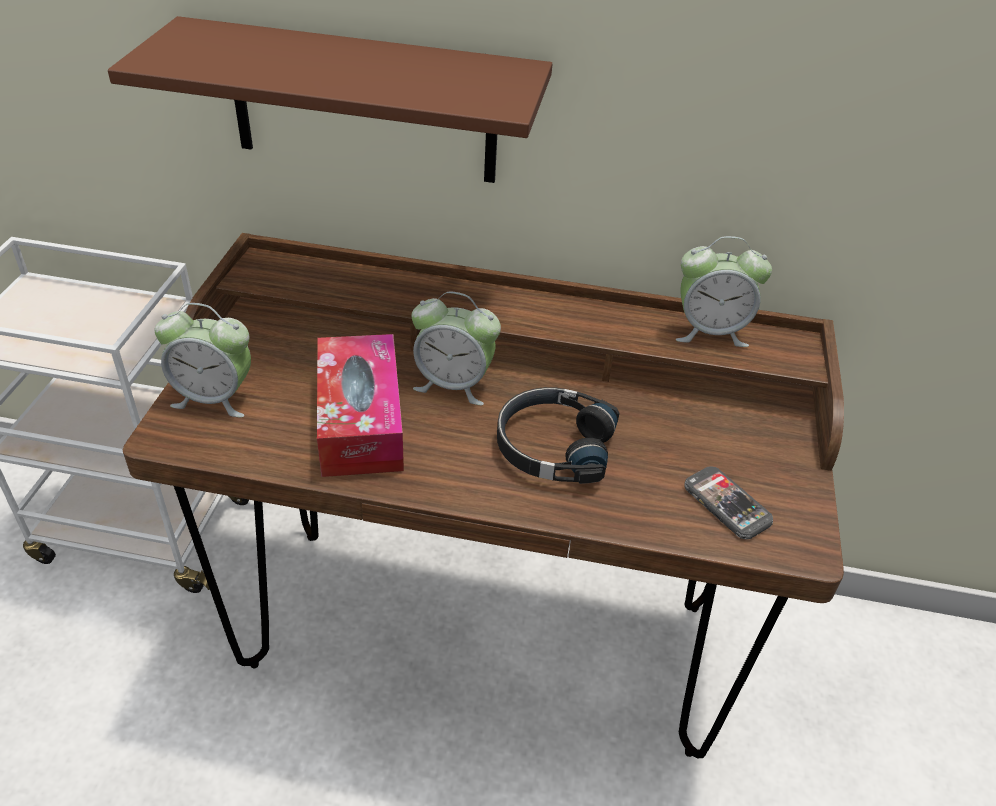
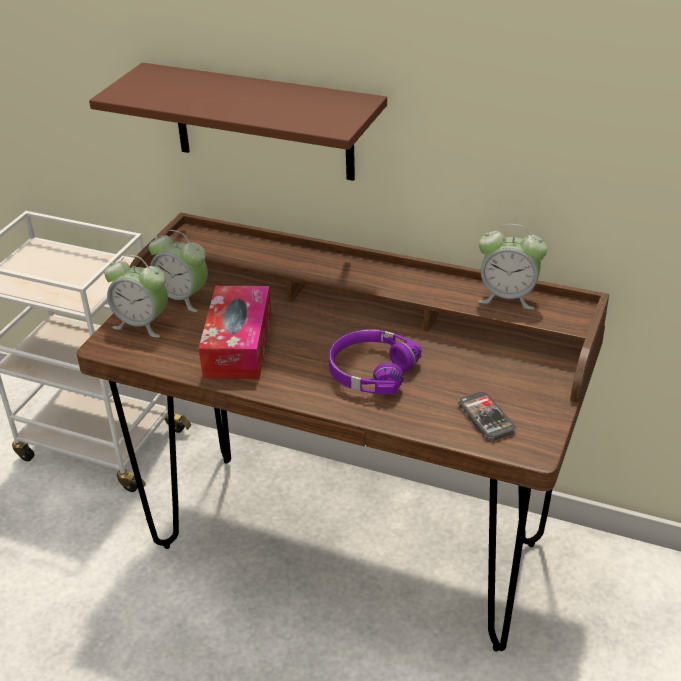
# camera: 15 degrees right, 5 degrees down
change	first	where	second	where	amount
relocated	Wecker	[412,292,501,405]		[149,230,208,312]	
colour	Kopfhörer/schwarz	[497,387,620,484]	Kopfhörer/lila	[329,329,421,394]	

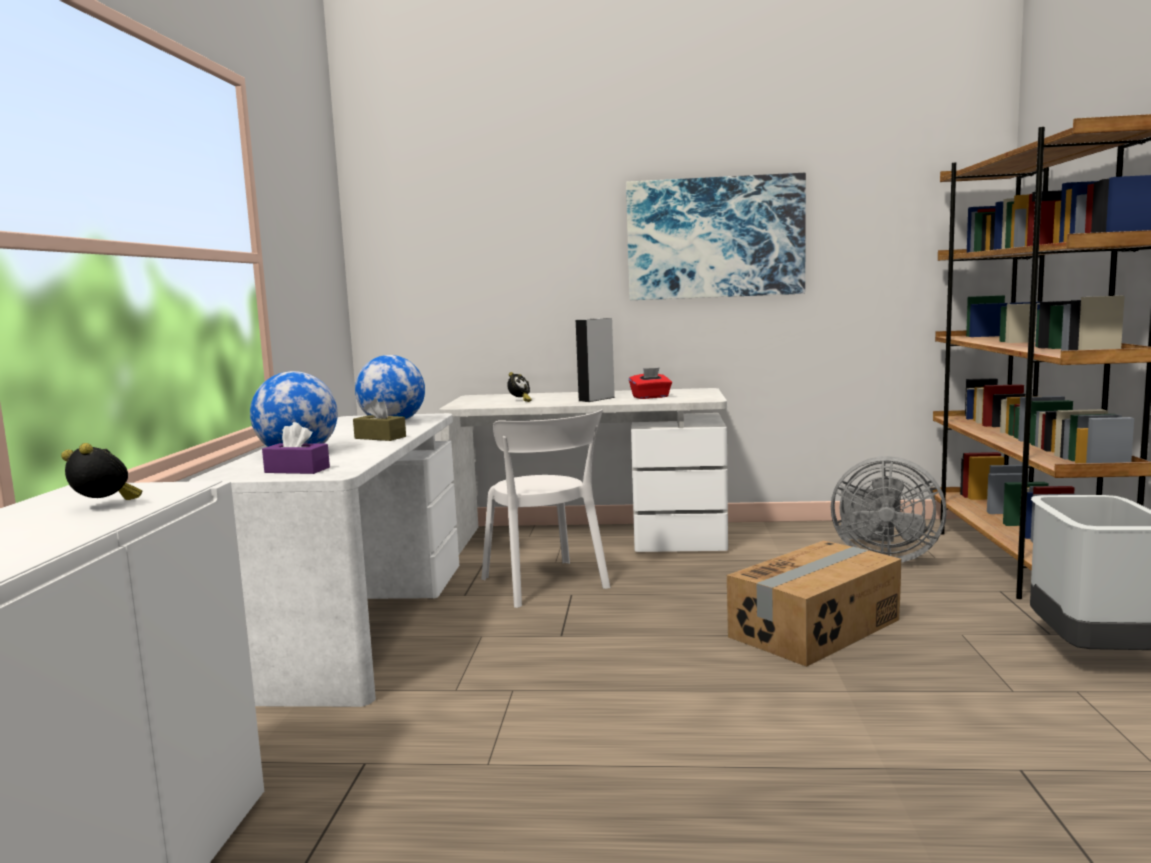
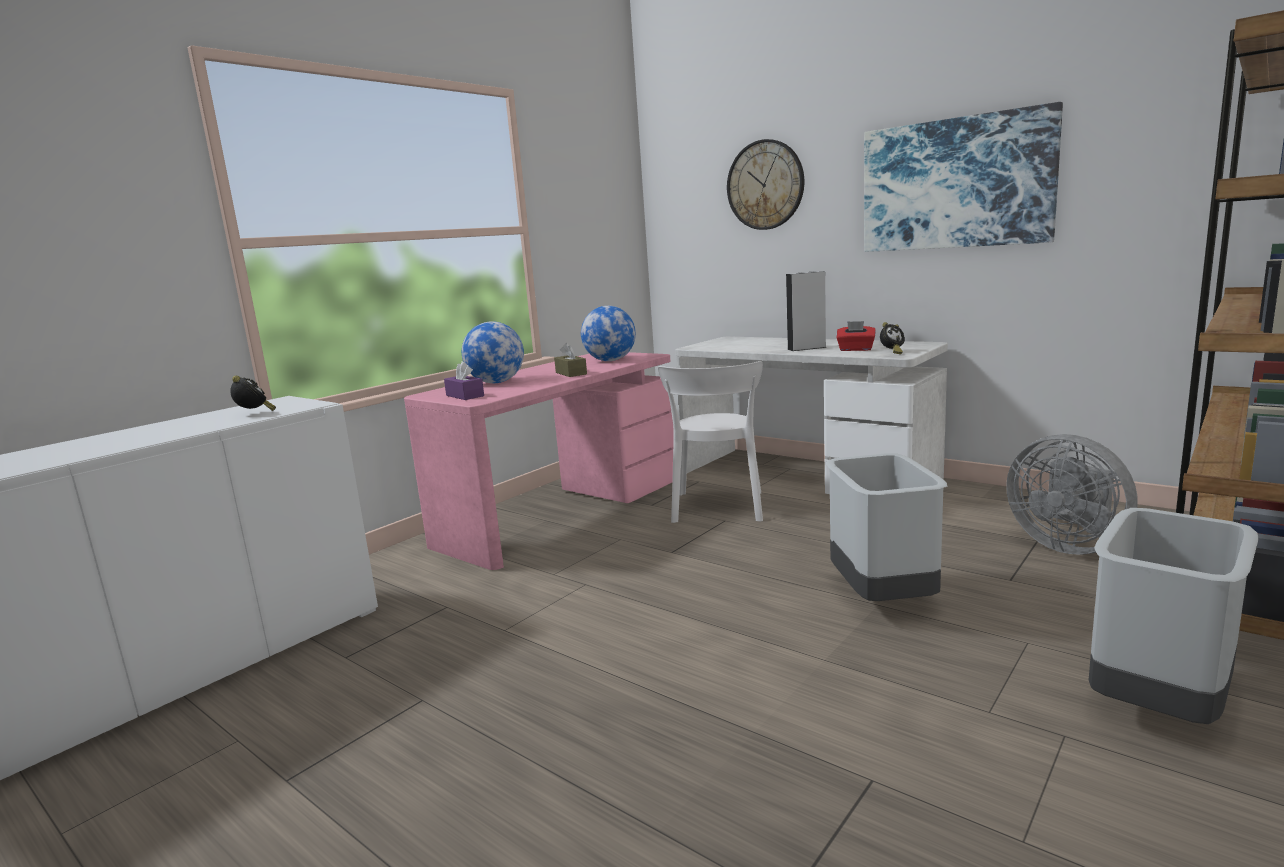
# camera: 35 degrees right, 5 degrees up
change	first	where	second	where	amount
relocated	Wecker	[507,372,532,402]		[880,322,905,354]	
colour	Schreibtisch/weiß	[189,413,459,707]	Schreibtisch/rosa	[404,352,674,570]	
exchanged	Karton	[727,541,901,667]	Mülleimer/grau	[826,453,947,601]	
appeared			Wanduhr	[727,139,804,230]	

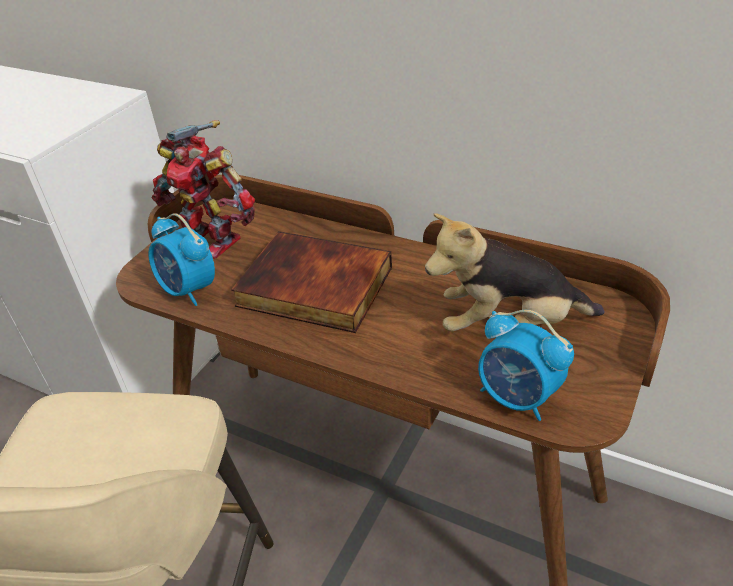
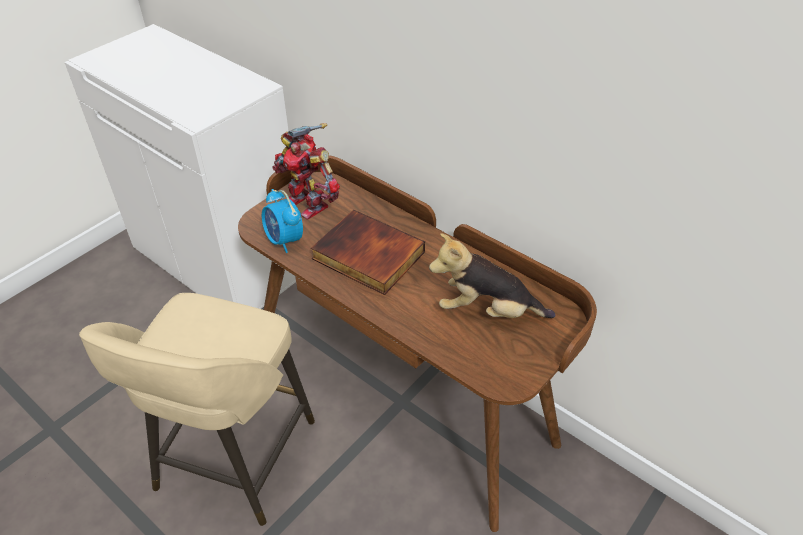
# camera: 10 degrees right, 5 degrees up
change	first	where	second	where	amount
missing	Wecker	[478,310,574,421]			

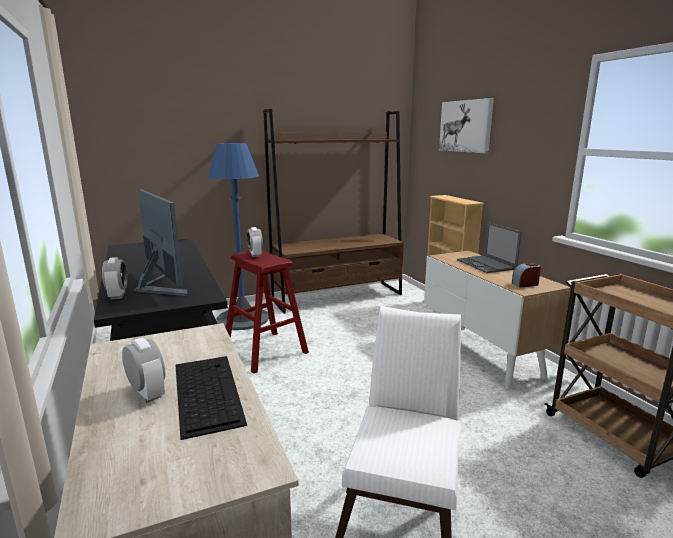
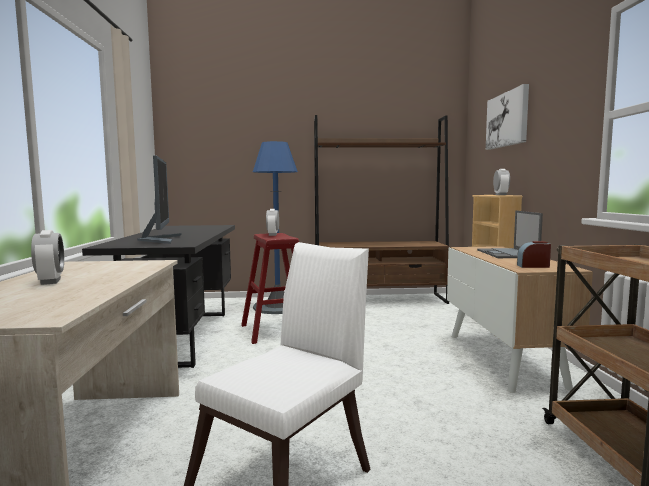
# camera: 20 degrees right, 10 degrees down
change	first	where	second	where	amount
relocated	Wecker	[102,257,127,300]		[493,169,510,195]	
missing	Tastatur	[175,356,247,440]			

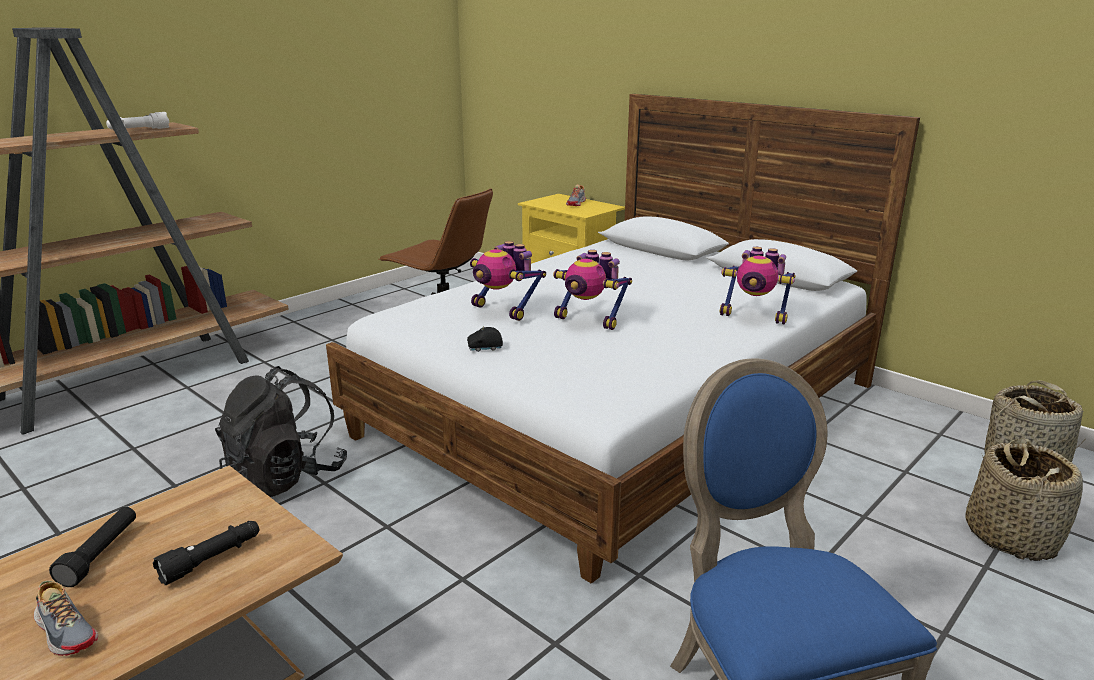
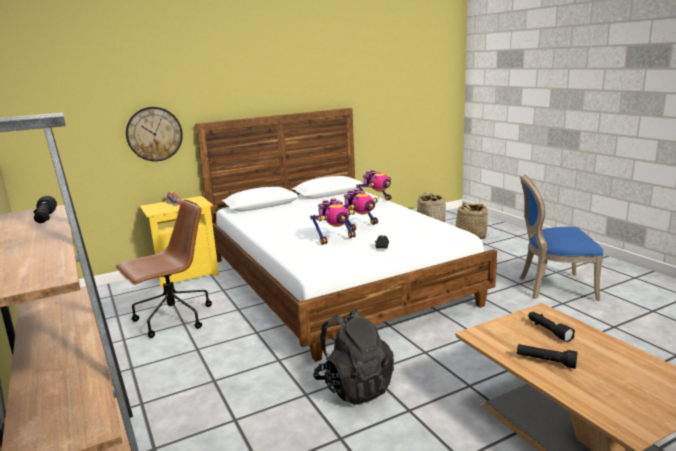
# camera: 70 degrees left, 5 degrees down
change	first	where	second	where	amount
colour	Taschenlampe/weiß	[106,112,170,129]	Taschenlampe/schwarz	[34,196,57,223]	
missing	Schuh	[34,581,98,656]			
appeared			Wanduhr	[126,107,183,162]	

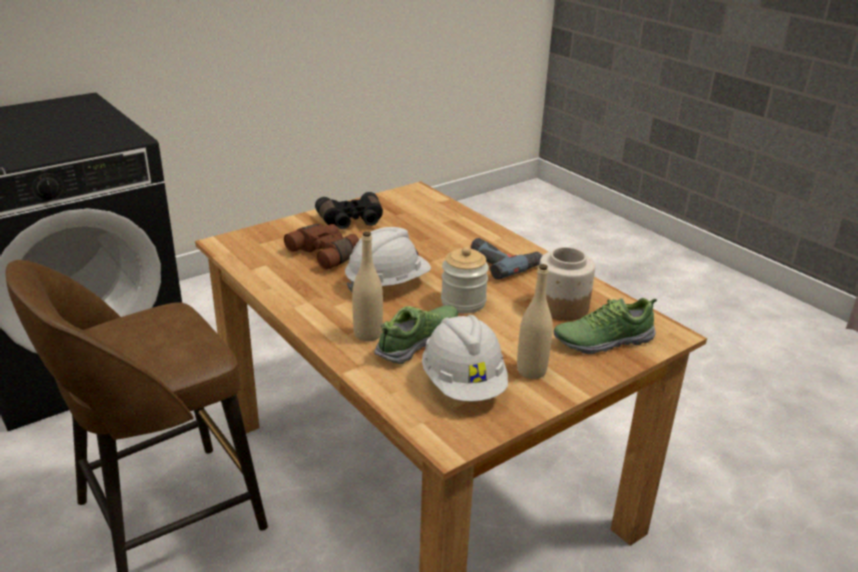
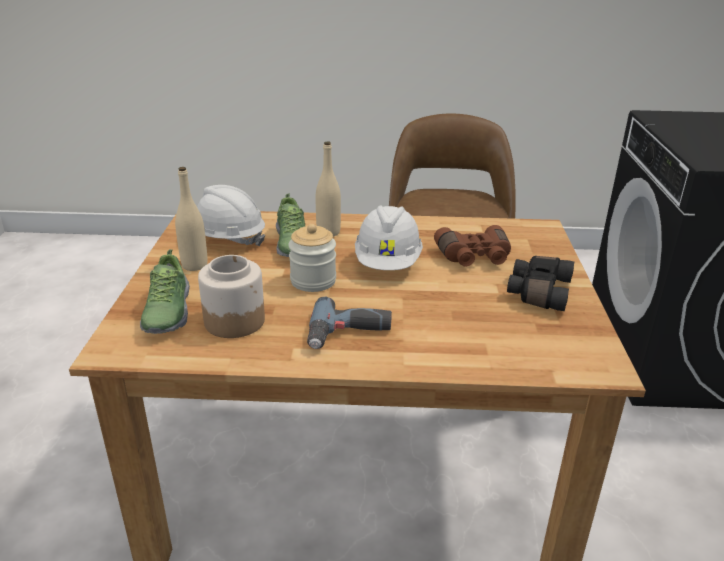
# camera: 130 degrees right, 0 degrees up
change	first	where	second	where	amount
spun	Schuh	[554,298,657,354]		[140,249,190,334]	150 degrees clockwise

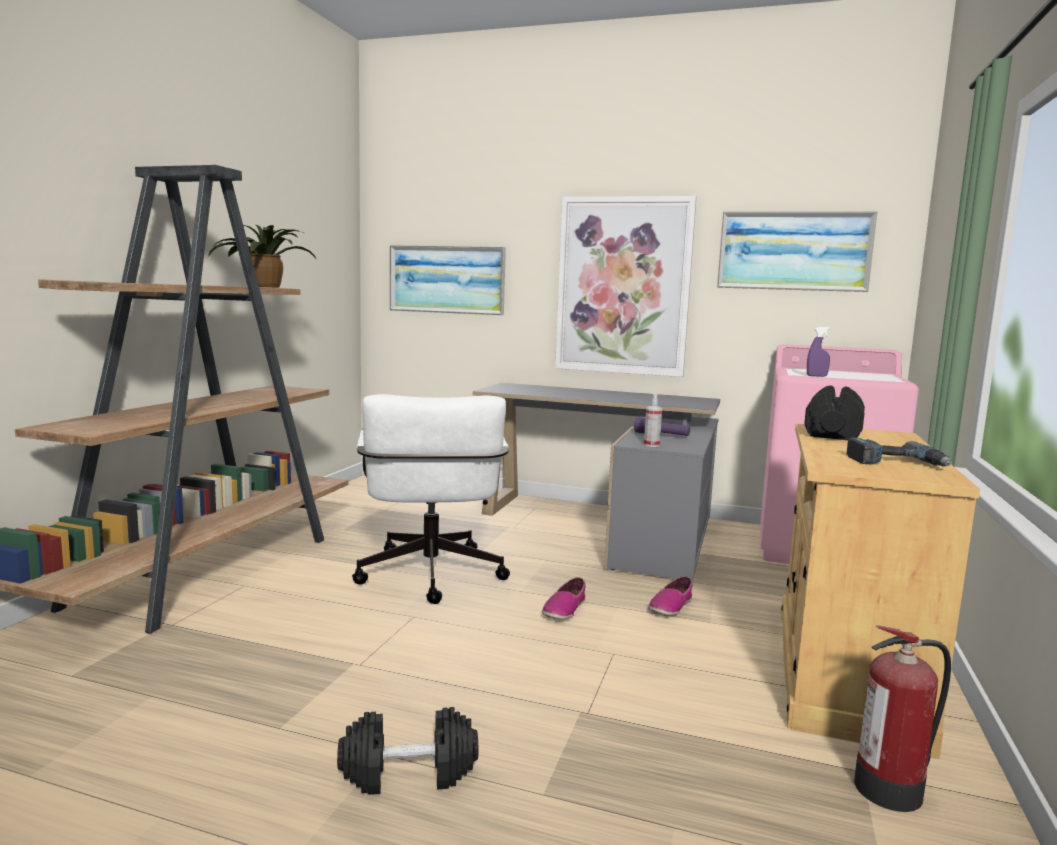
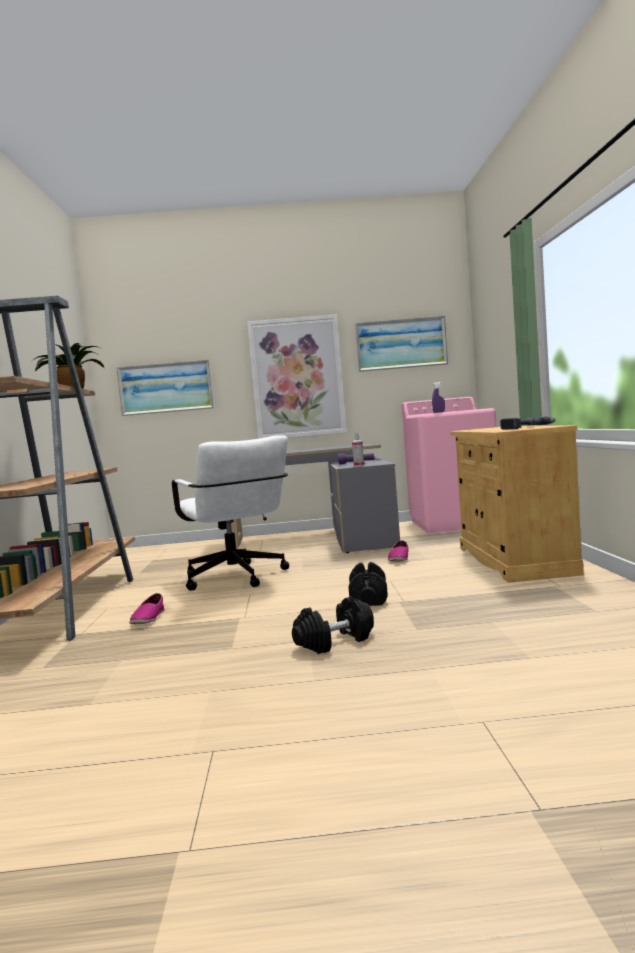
# camera: 20 degrees left, 5 degrees down
change	first	where	second	where	amount
relocated	Hantel/schwarz	[804,385,865,440]		[349,562,388,606]	
relocated	Schuh	[542,577,586,619]		[129,593,164,624]	
missing	Feuerlöscher	[854,625,951,812]			

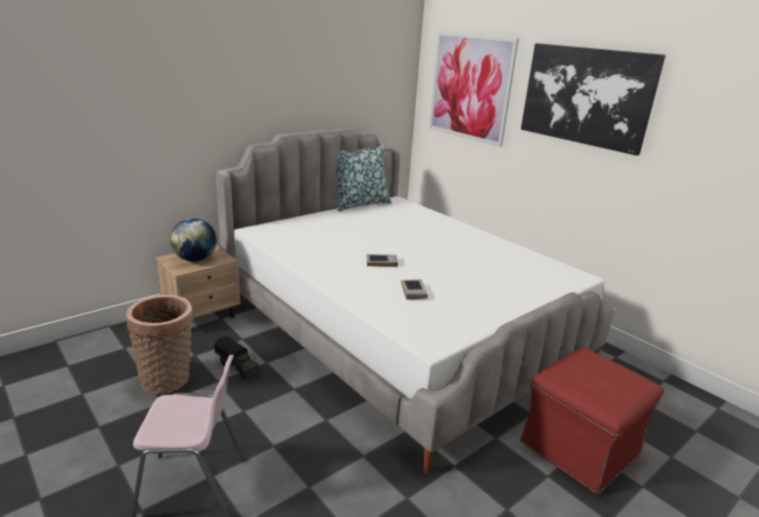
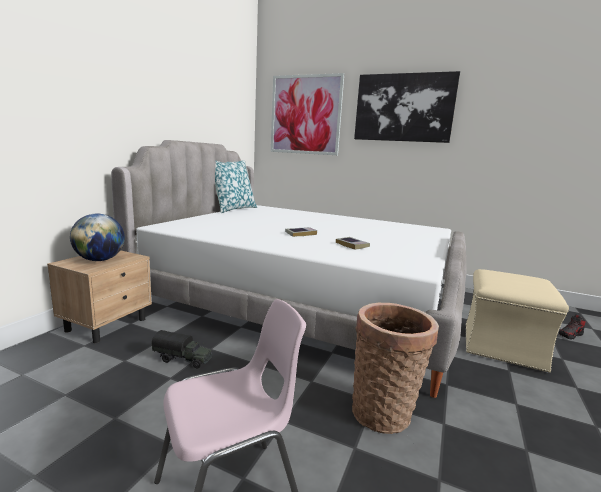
# camera: 25 degrees left, 10 degrees down
change	first	where	second	where	amount
relocated	Korb	[126,295,193,394]		[352,303,439,434]	
colour	Polsterhocker/rot	[520,347,664,495]	Polsterhocker/beige	[466,269,569,373]	
appeared			Schuh	[559,314,586,340]	

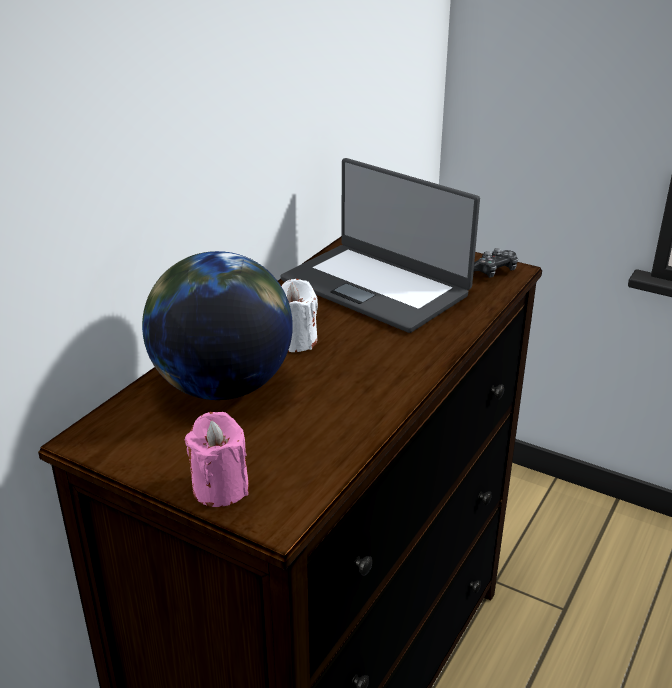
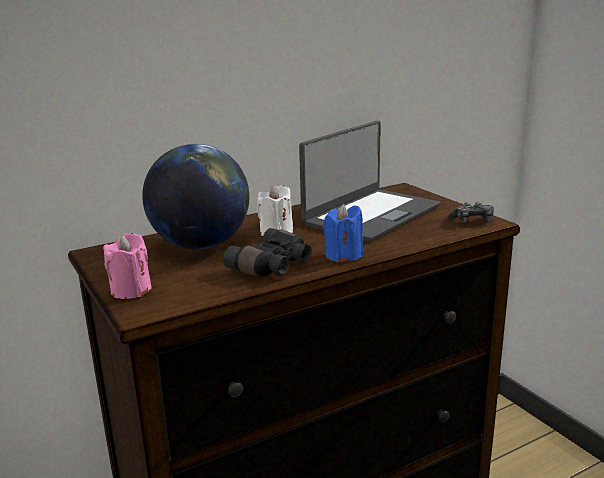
# camera: 30 degrees right, 10 degrees down
change	first	where	second	where	amount
spun	Laptop	[280,158,480,333]		[299,121,440,242]	120 degrees counterclockwise
appeared			Kerze/blau	[323,204,363,262]	
appeared			Fernglas/schwarz	[223,228,312,277]	

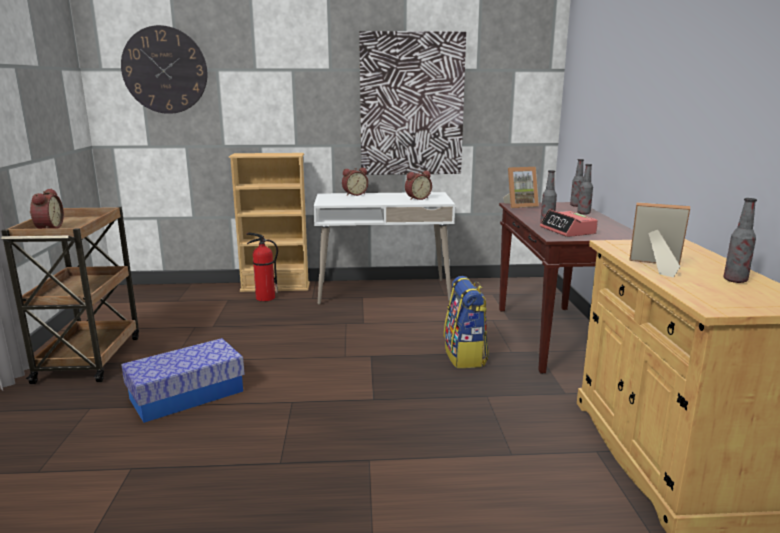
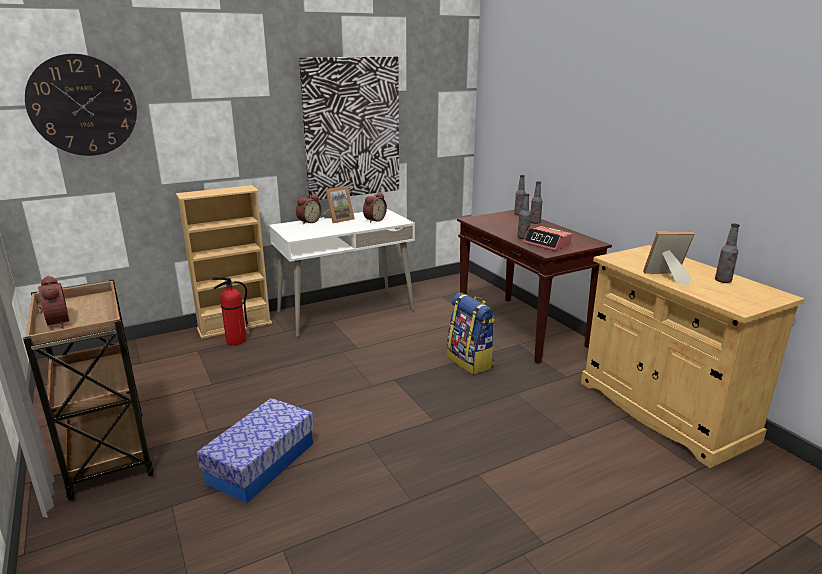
# camera: 25 degrees left, 5 degrees up
change	first	where	second	where	amount
relocated	Bilderrahmen	[503,167,539,208]		[324,186,355,223]	

